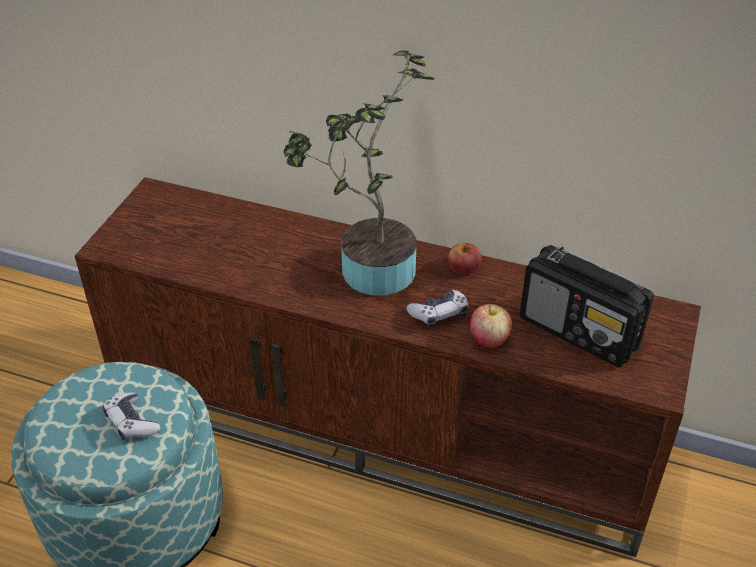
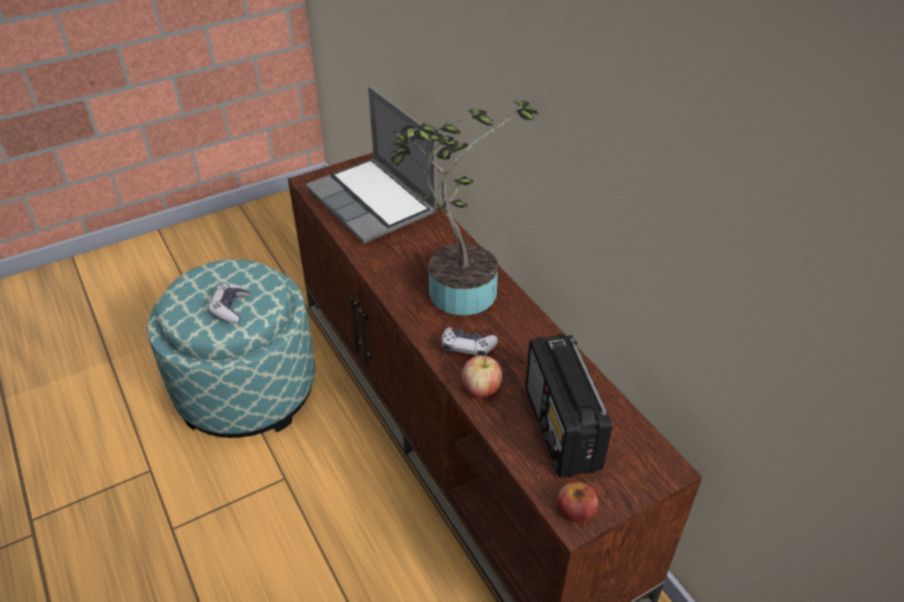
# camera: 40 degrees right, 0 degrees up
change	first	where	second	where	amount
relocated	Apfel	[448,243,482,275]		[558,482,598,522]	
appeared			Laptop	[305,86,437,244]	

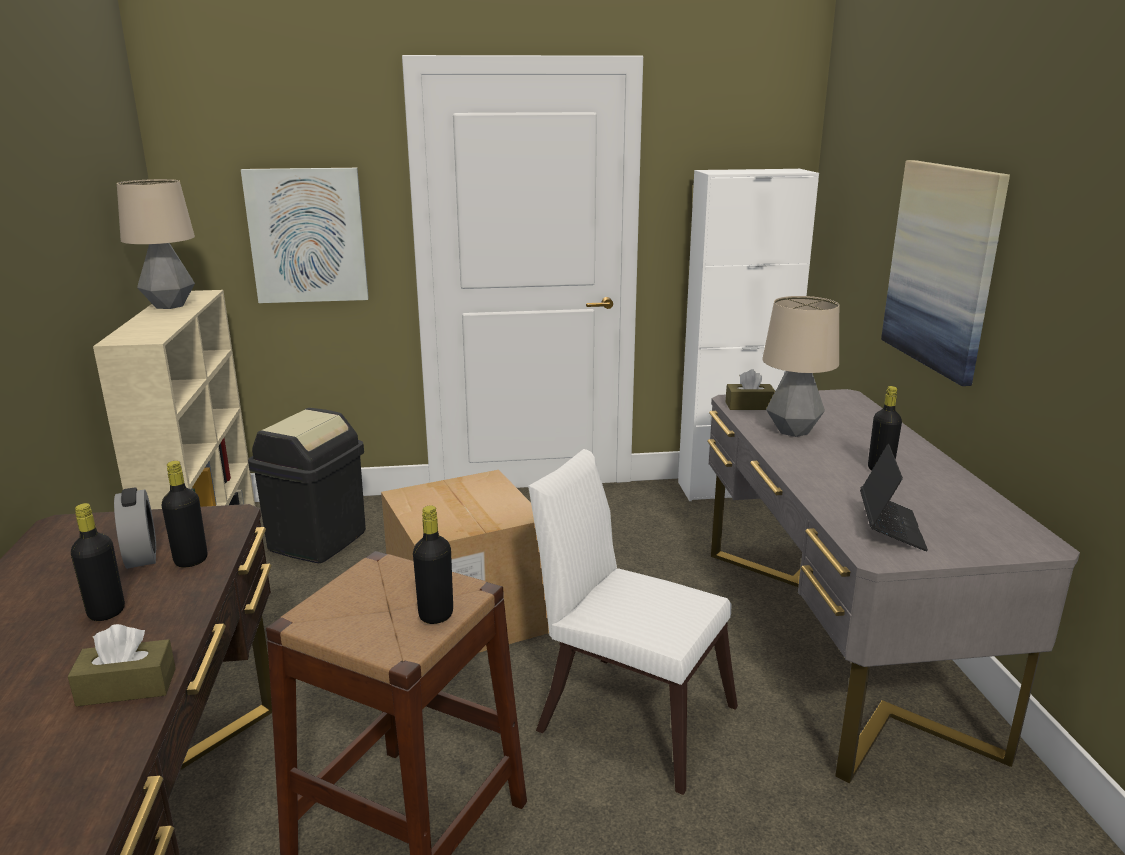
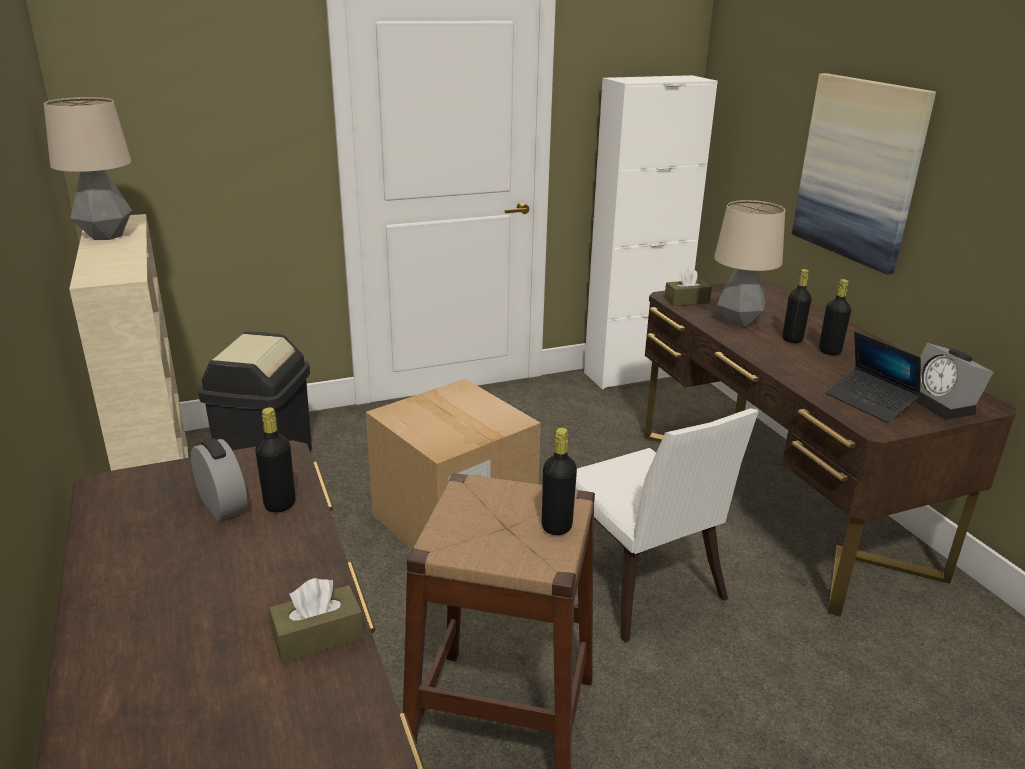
# camera: 15 degrees left, 5 degrees up
change	first	where	second	where	amount
missing	Bild	[241,168,369,303]			
colour	Schreibtisch/grau	[707,389,1080,783]	Schreibtisch/braun	[644,280,1016,617]	
spun	Laptop	[860,444,928,551]		[826,332,921,423]	150 degrees clockwise
spun	Stuhl/weiß	[528,449,738,795]		[575,408,759,643]	135 degrees counterclockwise
relocated	Flasche/schwarz	[71,503,125,621]		[783,269,811,343]	
appeared			Wecker	[915,343,993,420]	

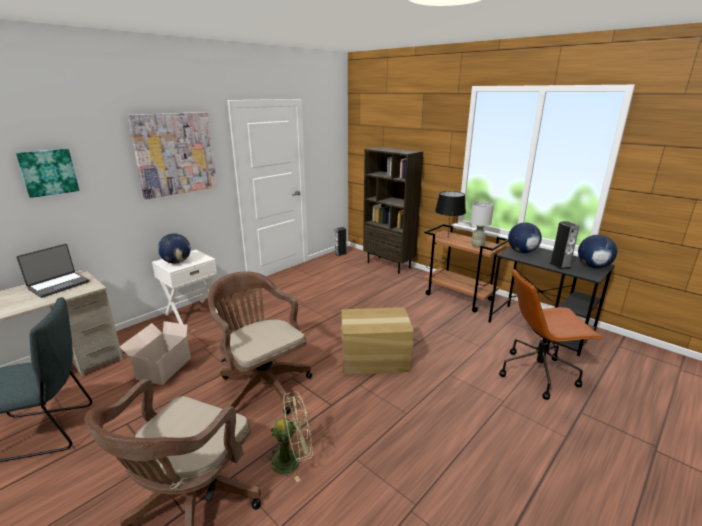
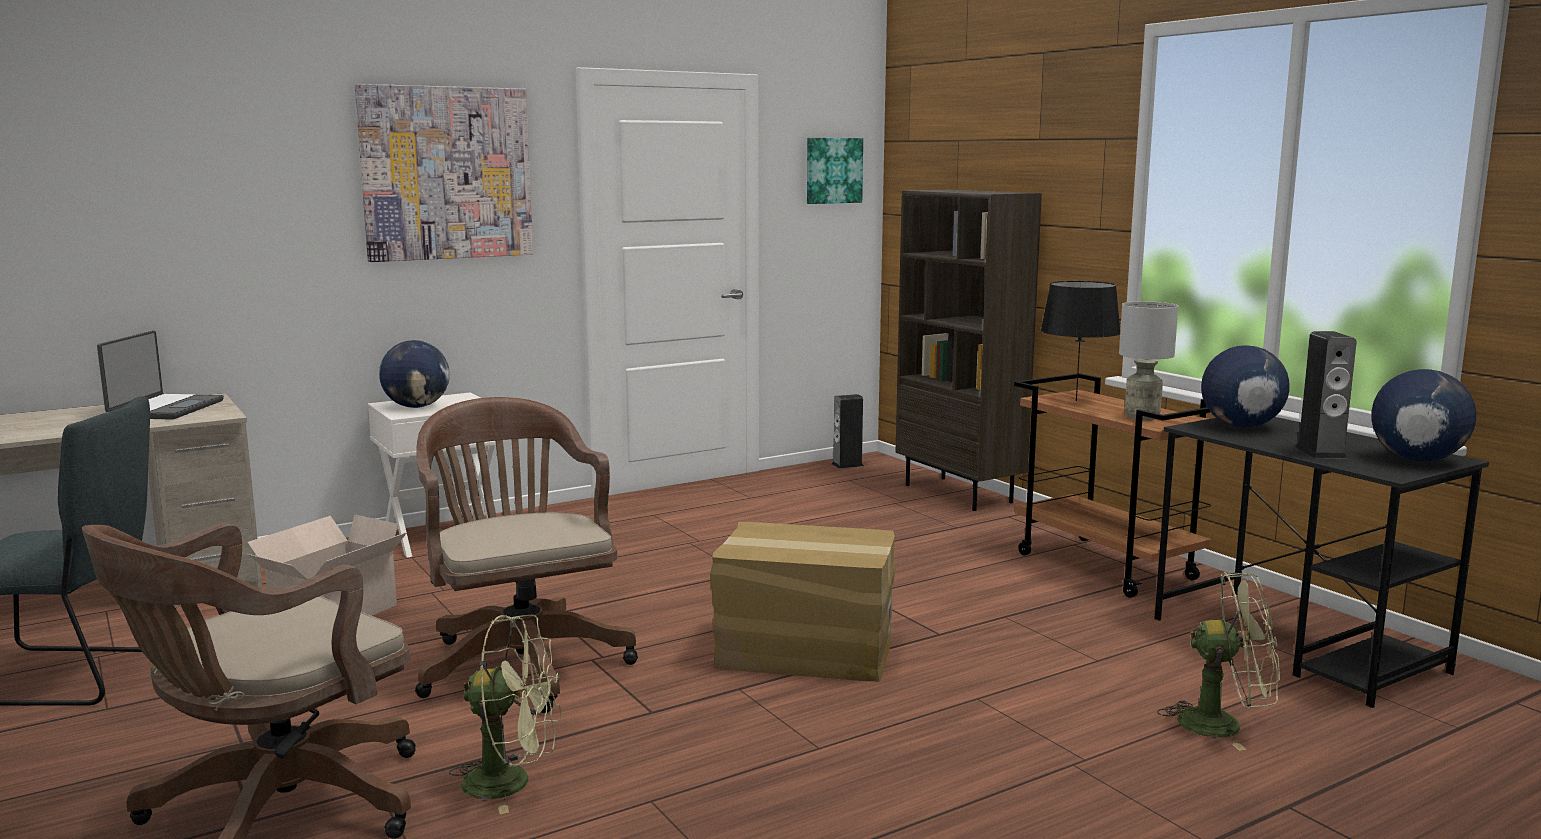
# camera: 15 degrees right, 10 degrees down
change	first	where	second	where	amount
relocated	Bild	[16,149,79,198]		[807,138,863,204]	
spun	Laptop	[16,244,90,298]		[97,331,224,419]	45 degrees counterclockwise
exchanged	Bürostuhl/braun	[499,269,603,400]	Ventilator/grün	[1157,572,1280,751]	

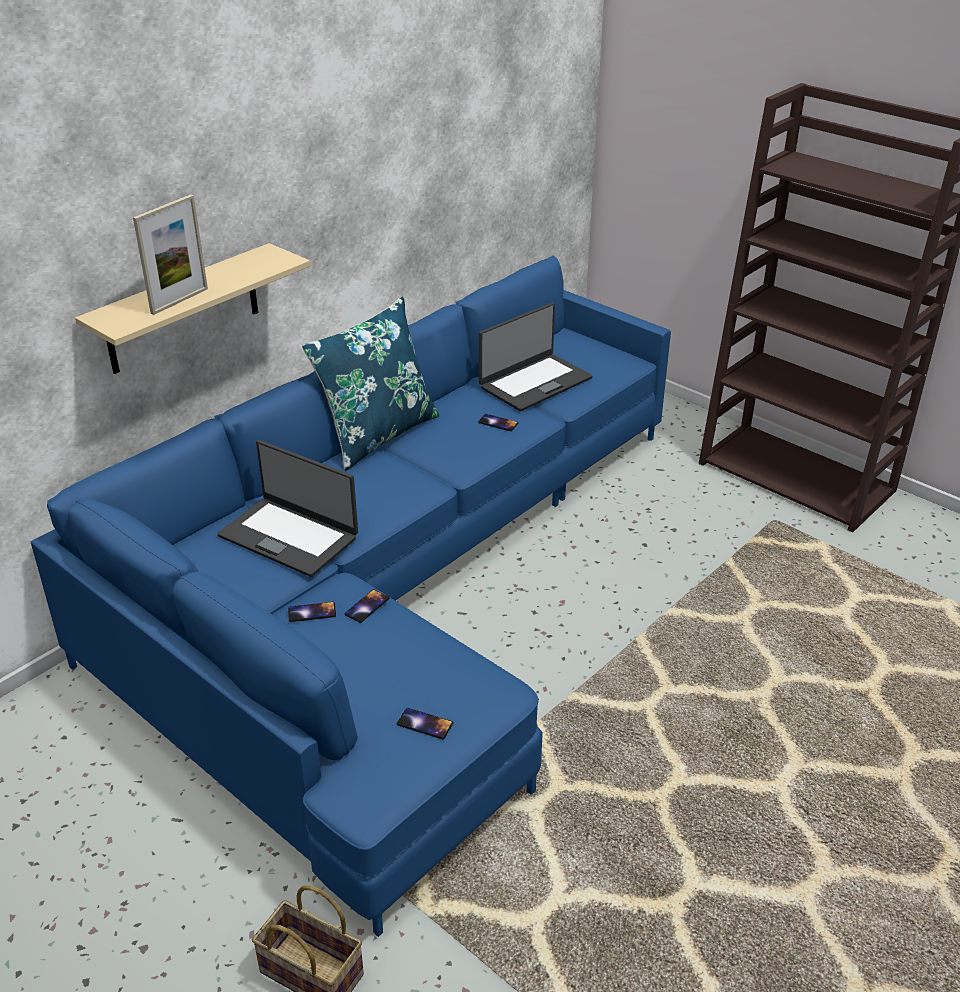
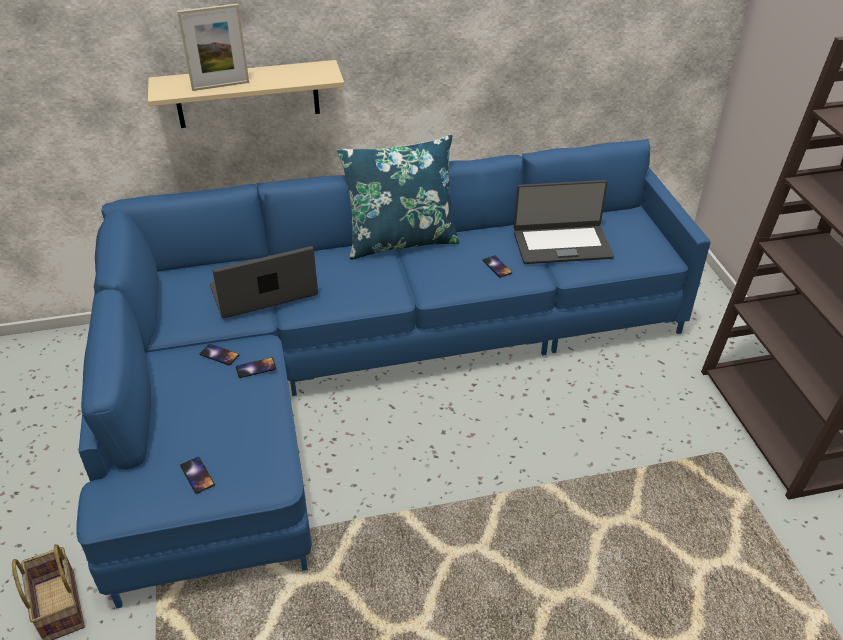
# camera: 35 degrees right, 5 degrees up
change	first	where	second	where	amount
spun	Laptop	[217,440,358,577]		[210,246,318,319]	90 degrees clockwise

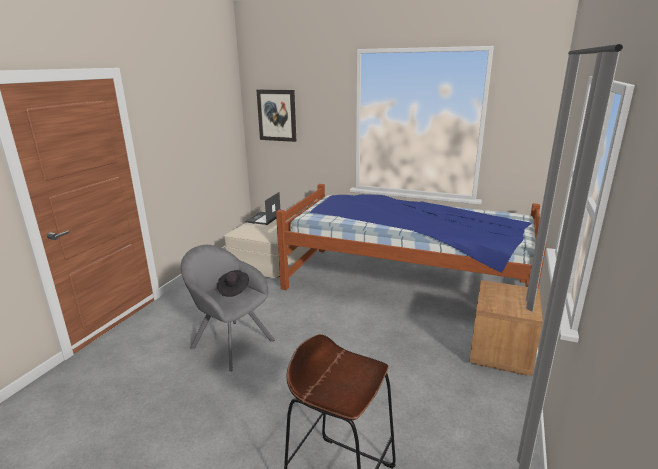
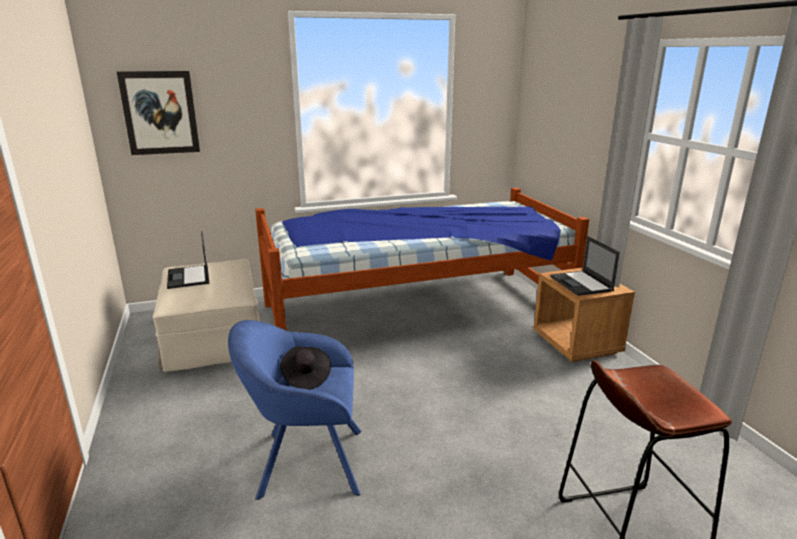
# camera: 40 degrees left, 0 degrees up
change	first	where	second	where	amount
colour	Sessel/grau	[181,245,275,371]	Sessel/blau	[228,320,361,500]	
appeared			Laptop	[550,236,620,296]	

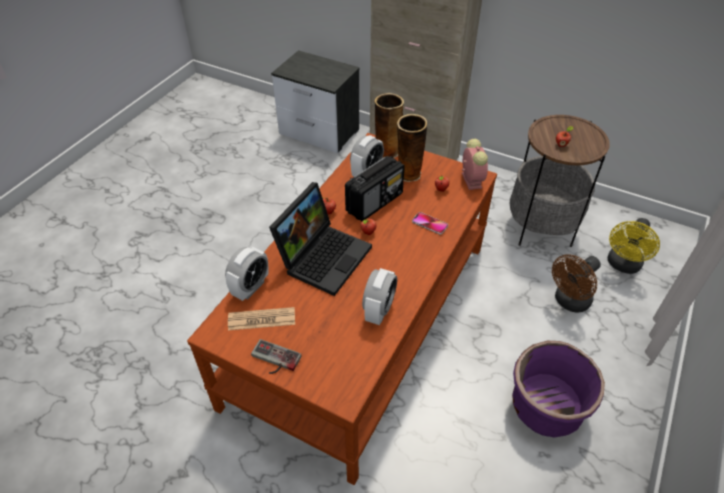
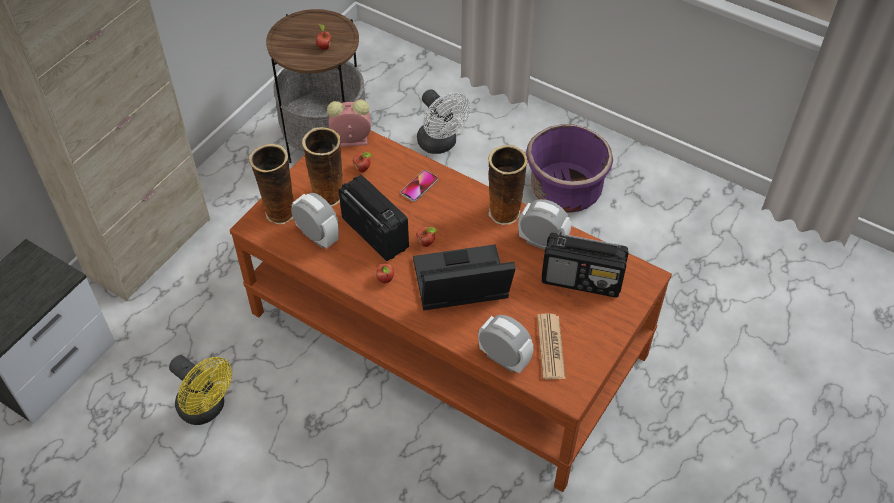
# camera: 85 degrees left, 5 degrees up
change	first	where	second	where	amount
spun	Laptop	[269,182,372,296]		[413,244,516,310]	45 degrees counterclockwise
relocated	Ventilator/gelb	[608,218,660,274]		[169,355,232,425]	
colour	Ventilator/braun	[552,254,601,312]	Ventilator/weiß	[417,89,470,154]	
missing	Gamepad	[251,339,302,374]			
appeared			Vase	[488,145,528,225]	
appeared			Radio	[542,232,629,297]	

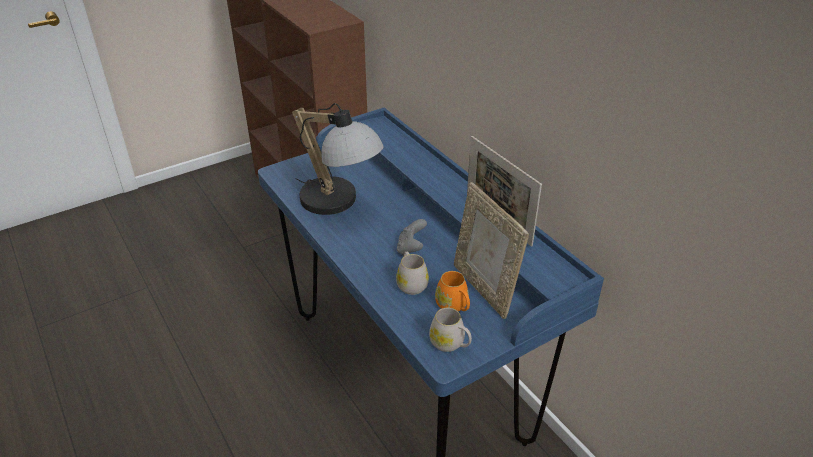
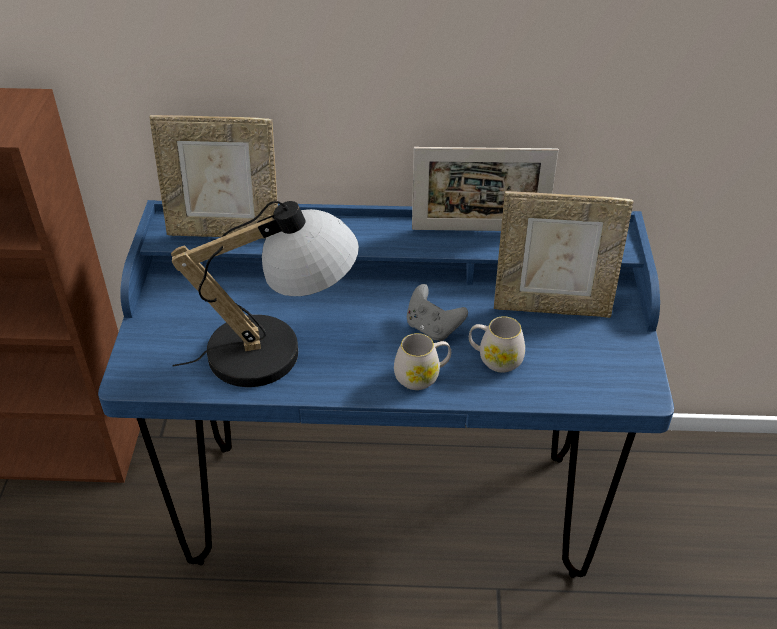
# camera: 55 degrees left, 5 degrees up
change	first	where	second	where	amount
missing	Henkelbecher/orange	[435,271,470,311]			
relocated	Henkelbecher/weiß	[429,307,472,352]		[394,333,451,390]	
appeared			Bilderrahmen	[149,115,278,239]	

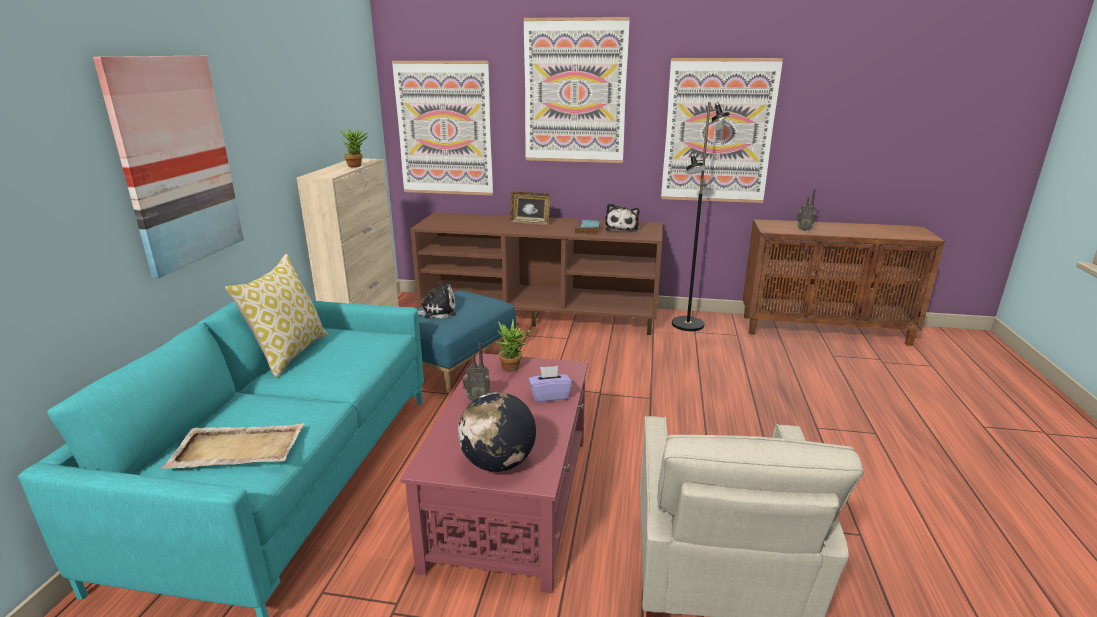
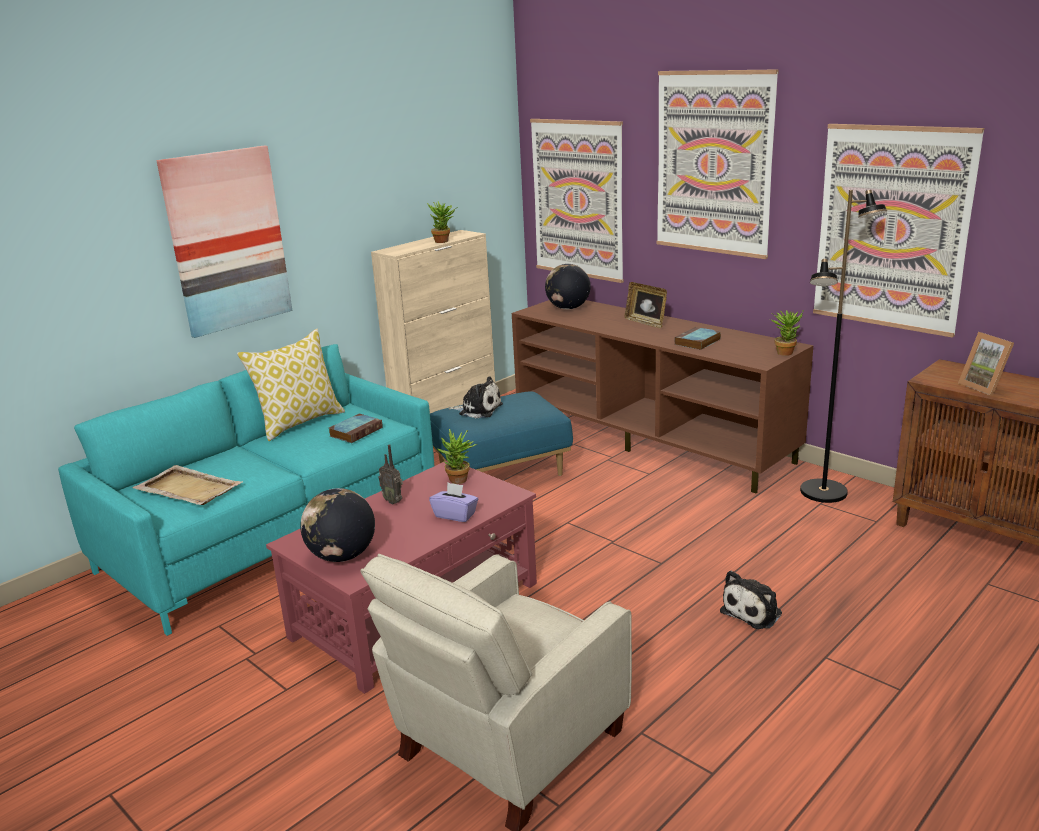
# camera: 35 degrees right, 0 degrees up
change	first	where	second	where	amount
exchanged	Radio	[796,189,816,231]	Bilderrahmen	[958,332,1014,396]	
relocated	Plüschtier	[605,203,639,231]		[720,570,782,629]	
appeared			Globus	[545,264,591,309]	
appeared			Topfpflanze	[770,310,803,356]	
appeared			Buch	[329,414,383,443]	

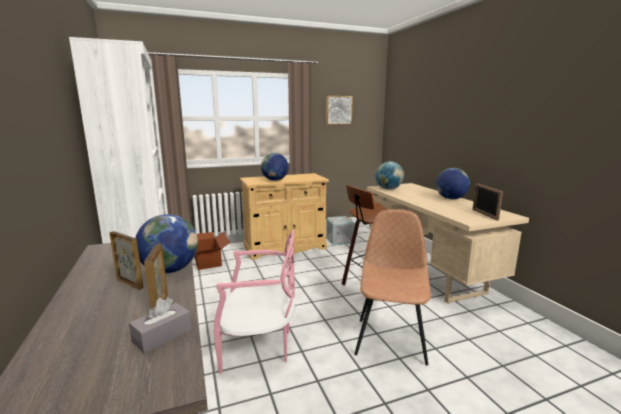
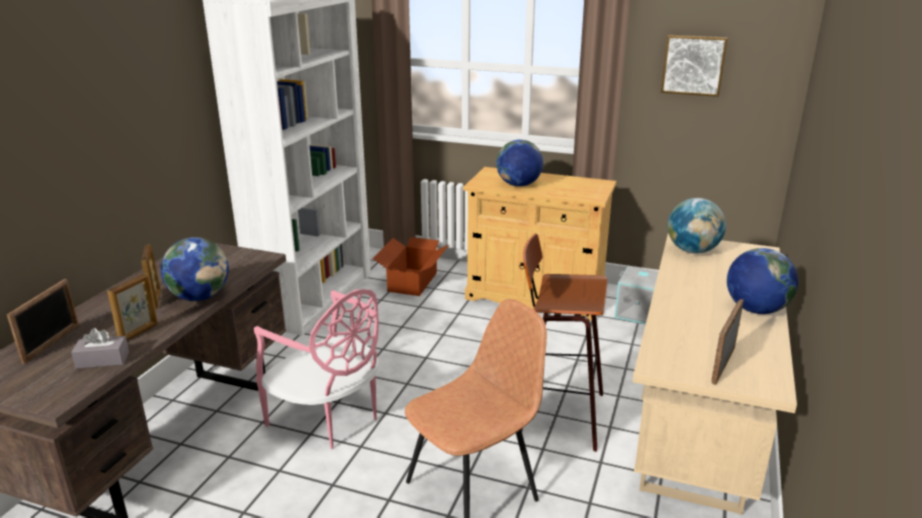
# camera: 40 degrees right, 10 degrees up
change	first	where	second	where	amount
appeared			Bilderrahmen	[7,279,79,364]	

